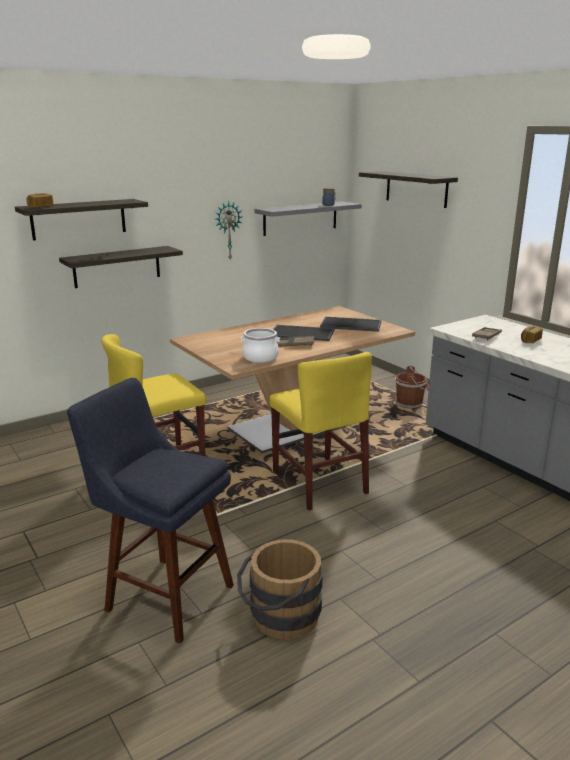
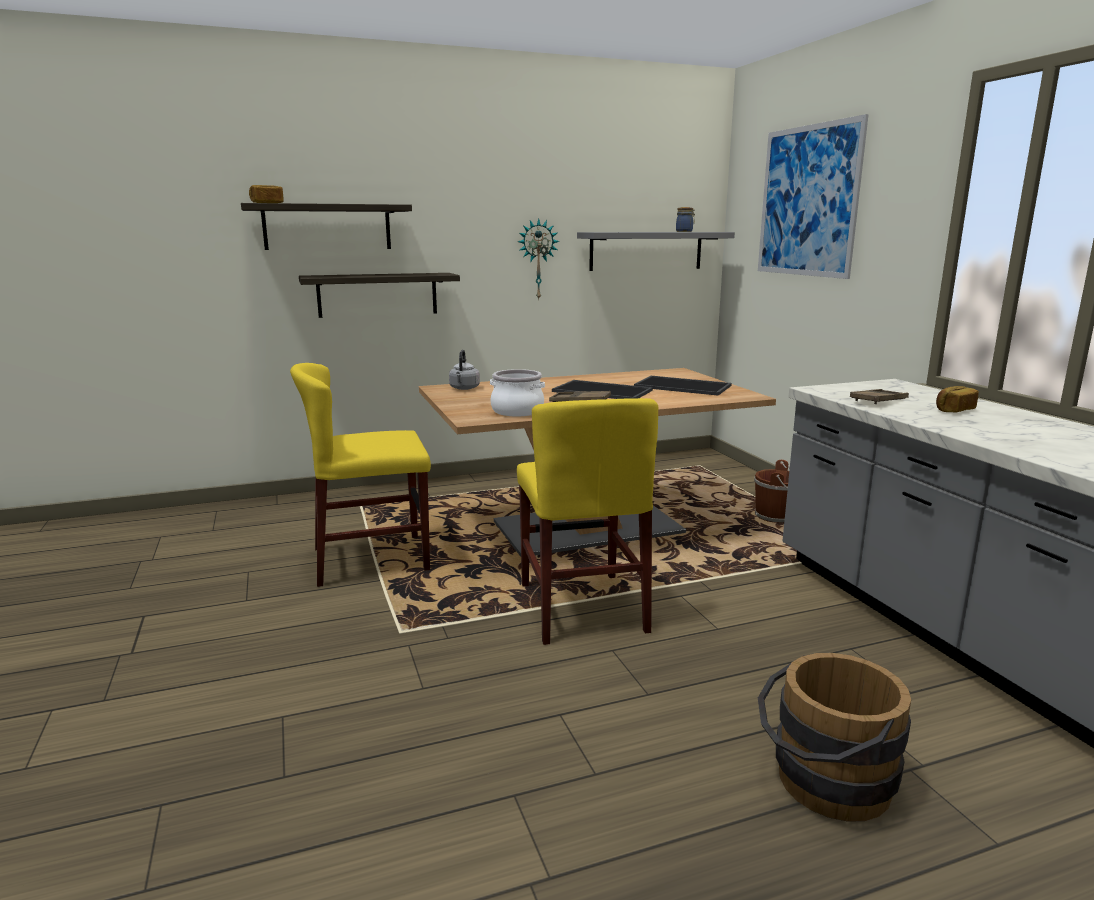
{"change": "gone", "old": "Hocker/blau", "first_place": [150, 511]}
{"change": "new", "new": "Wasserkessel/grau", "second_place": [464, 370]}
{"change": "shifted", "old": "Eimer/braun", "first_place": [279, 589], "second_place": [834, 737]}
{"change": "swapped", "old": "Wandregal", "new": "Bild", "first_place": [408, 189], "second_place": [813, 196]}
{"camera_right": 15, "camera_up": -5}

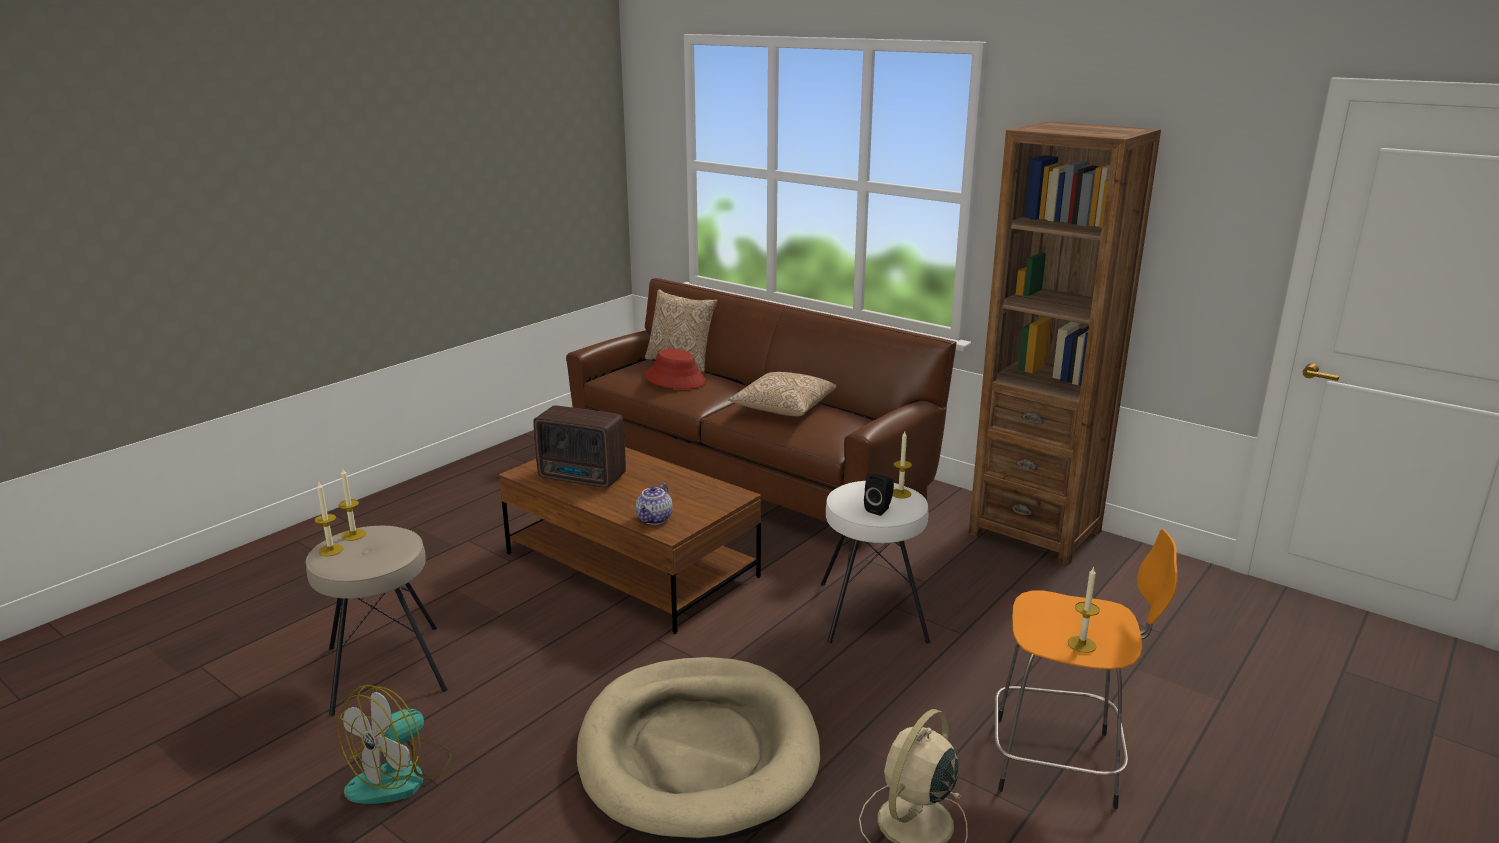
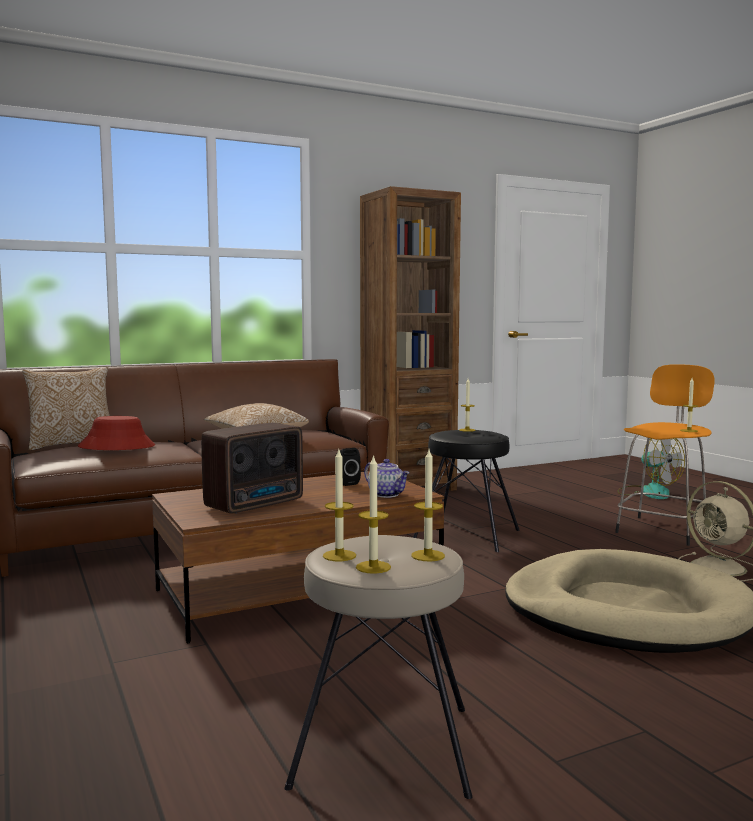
{"change": "new", "new": "Kerze", "second_place": [428, 505]}
{"change": "shifted", "old": "Ventilator", "first_place": [395, 744], "second_place": [651, 468]}
{"change": "shifted", "old": "Lautsprecher/schwarz", "first_place": [879, 495], "second_place": [348, 467]}
{"change": "repainted", "old": "Hocker/weiß", "new": "Hocker/schwarz", "first_place": [875, 562], "second_place": [466, 491]}
{"camera_right": -65, "camera_up": -15}

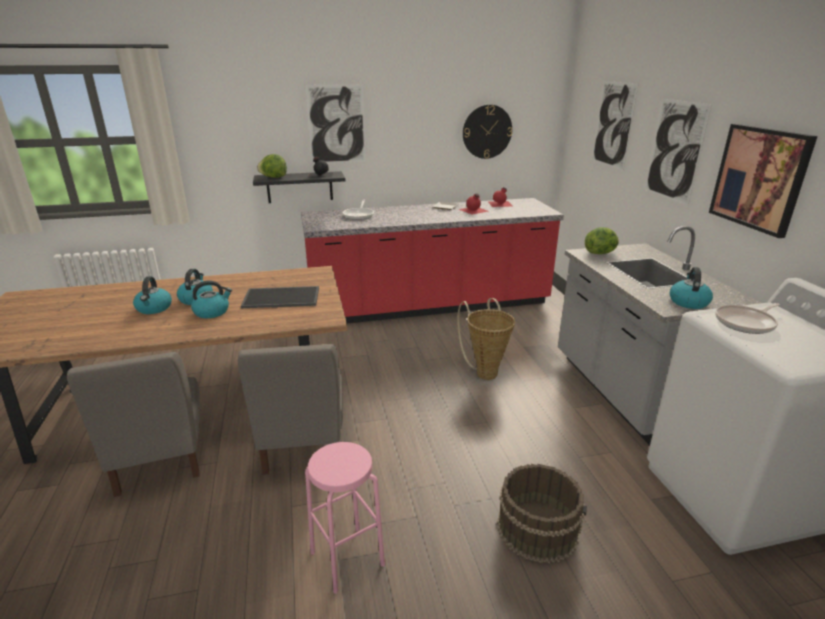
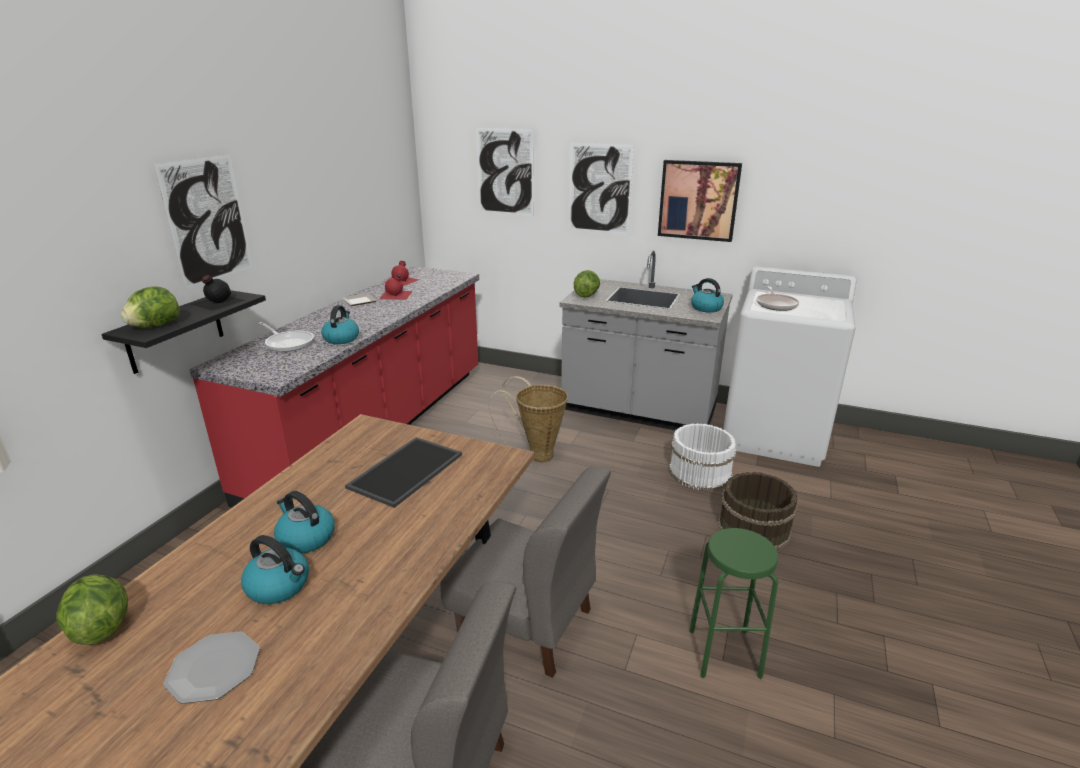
{"change": "gone", "old": "Wanduhr", "first_place": [487, 131]}
{"change": "new", "new": "Salatkopf", "second_place": [92, 609]}
{"change": "new", "new": "Teller", "second_place": [212, 667]}
{"change": "new", "new": "Eimer/weiß", "second_place": [702, 457]}
{"change": "shifted", "old": "Wasserkessel", "first_place": [211, 299], "second_place": [340, 324]}
{"change": "repainted", "old": "Hocker/rosa", "new": "Hocker/grün", "first_place": [345, 518], "second_place": [733, 603]}
{"camera_right": -55, "camera_up": 0}

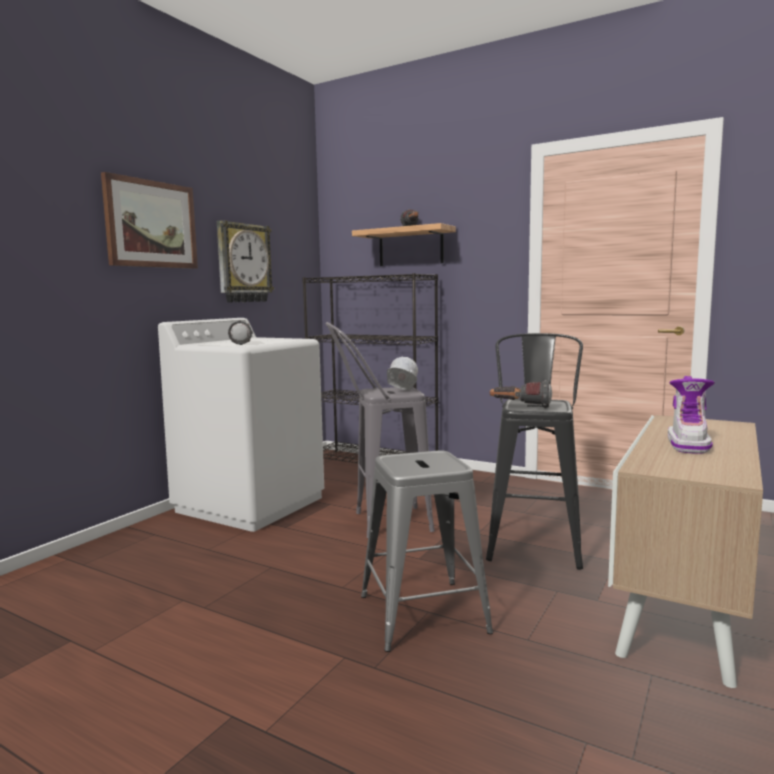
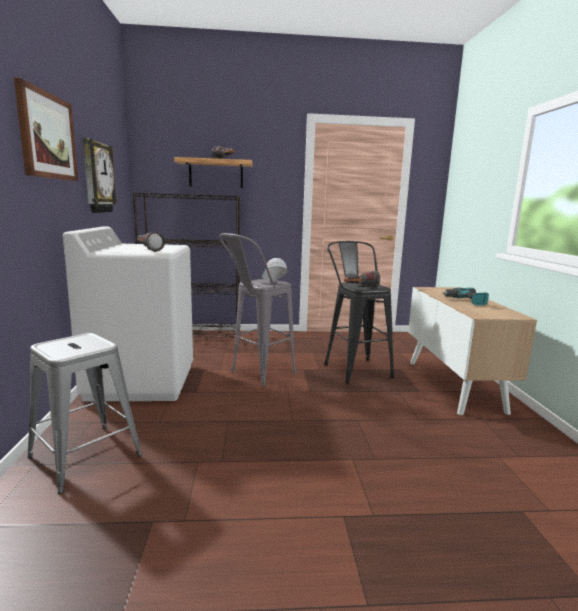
{"change": "shifted", "old": "Hocker/grau", "first_place": [427, 551], "second_place": [85, 413]}
{"change": "swapped", "old": "Stiefel", "new": "Bohrmaschine", "first_place": [691, 415], "second_place": [465, 297]}
{"camera_right": -35, "camera_up": 5}

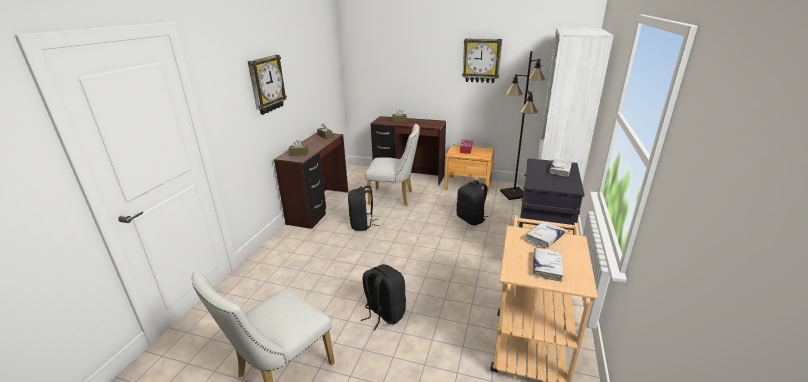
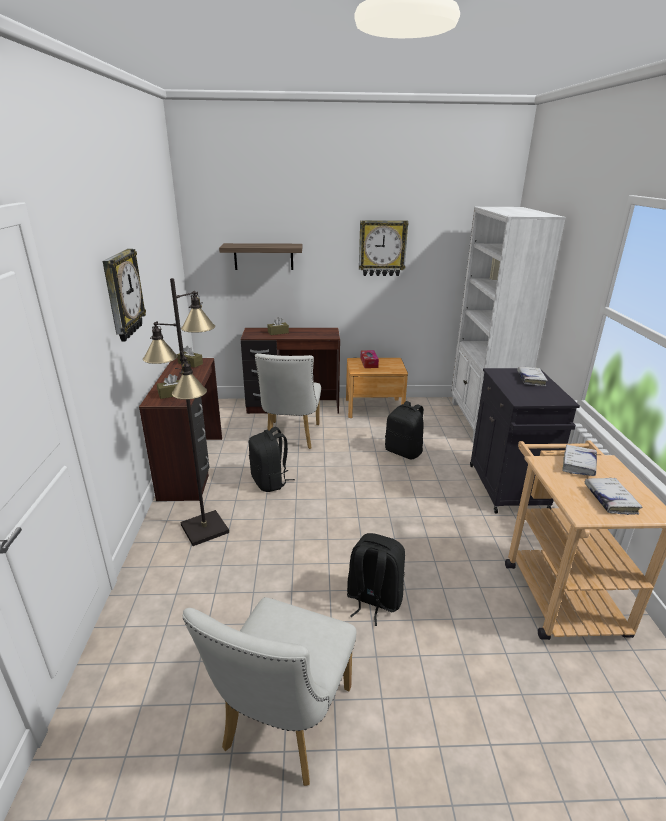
{"change": "new", "new": "Wandregal", "second_place": [260, 256]}
{"change": "shifted", "old": "Stehlampe/schwarz", "first_place": [522, 125], "second_place": [186, 412]}
{"change": "rotated", "old": "Stuhl/weiß", "first_place": [392, 165], "second_place": [288, 401], "degrees": 105}
{"camera_right": -20, "camera_up": 0}

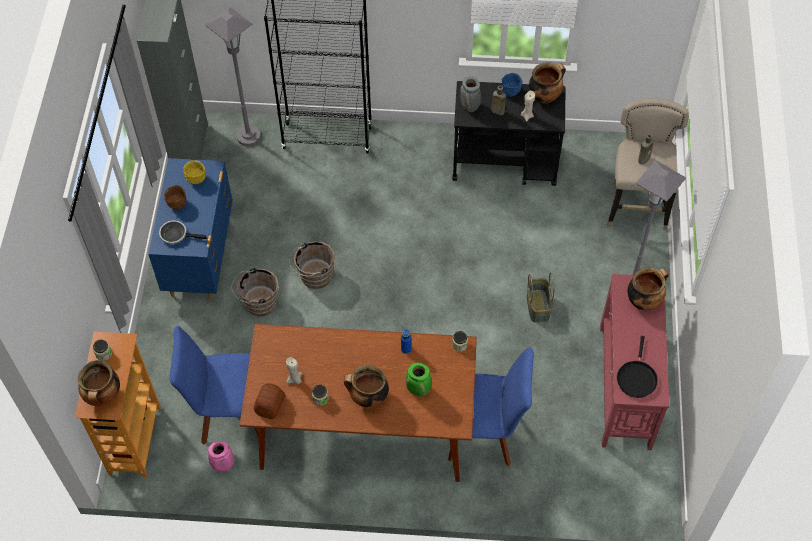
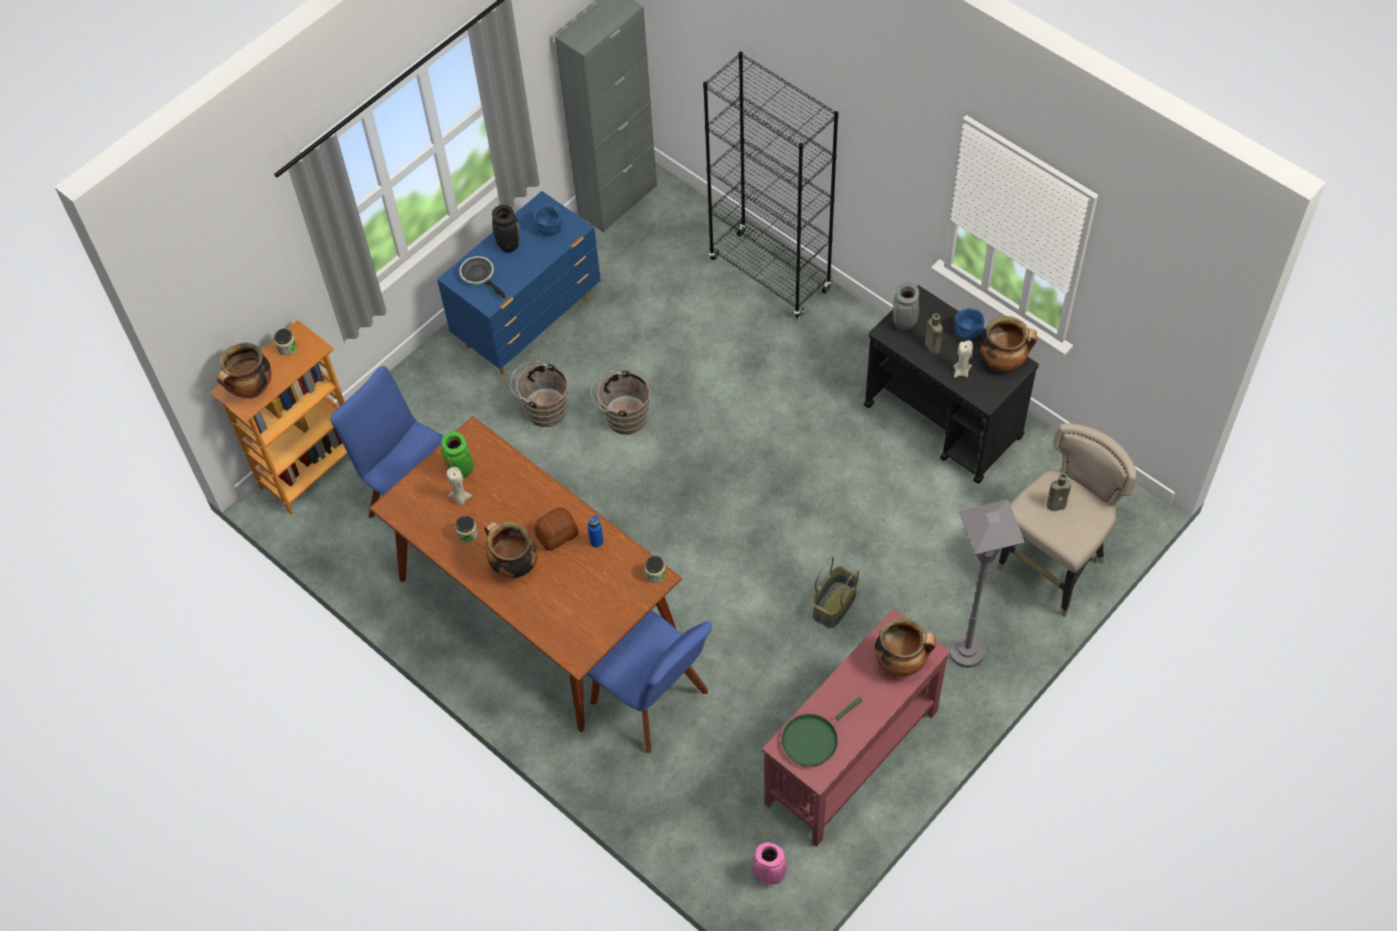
{"change": "gone", "old": "Stehlampe/grau", "first_place": [233, 76]}
{"change": "shifted", "old": "Vase/rosa", "first_place": [221, 456], "second_place": [769, 863]}
{"change": "shifted", "old": "Brot", "first_place": [269, 401], "second_place": [556, 529]}
{"change": "shifted", "old": "Vase/grün", "first_place": [419, 380], "second_place": [457, 455]}
{"change": "swapped", "old": "Schüssel/braun", "new": "Vase/schwarz", "first_place": [175, 197], "second_place": [506, 228]}
{"change": "repainted", "old": "Schüssel/gelb", "new": "Schüssel/blau", "first_place": [194, 172], "second_place": [548, 220]}
{"change": "repainted", "old": "Pfanne/schwarz", "new": "Pfanne/grün", "first_place": [637, 367], "second_place": [821, 732]}
{"camera_right": 40, "camera_up": 0}

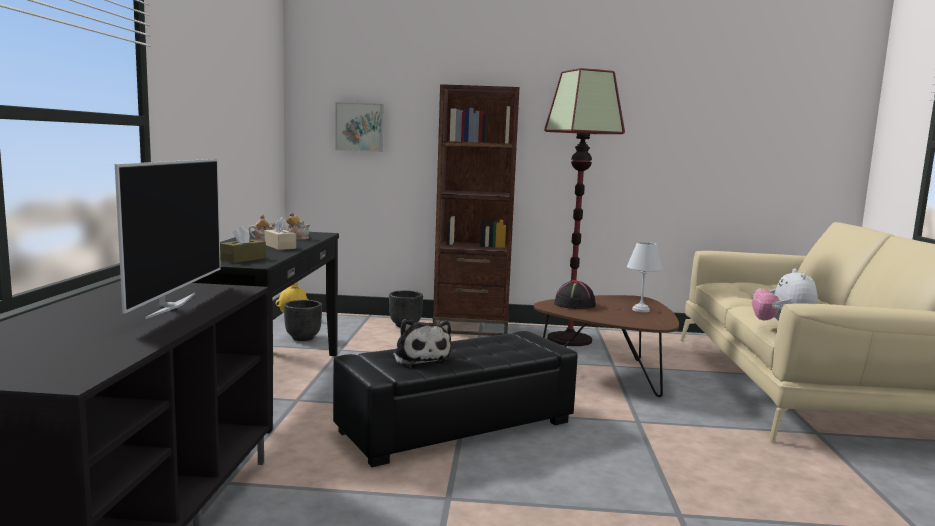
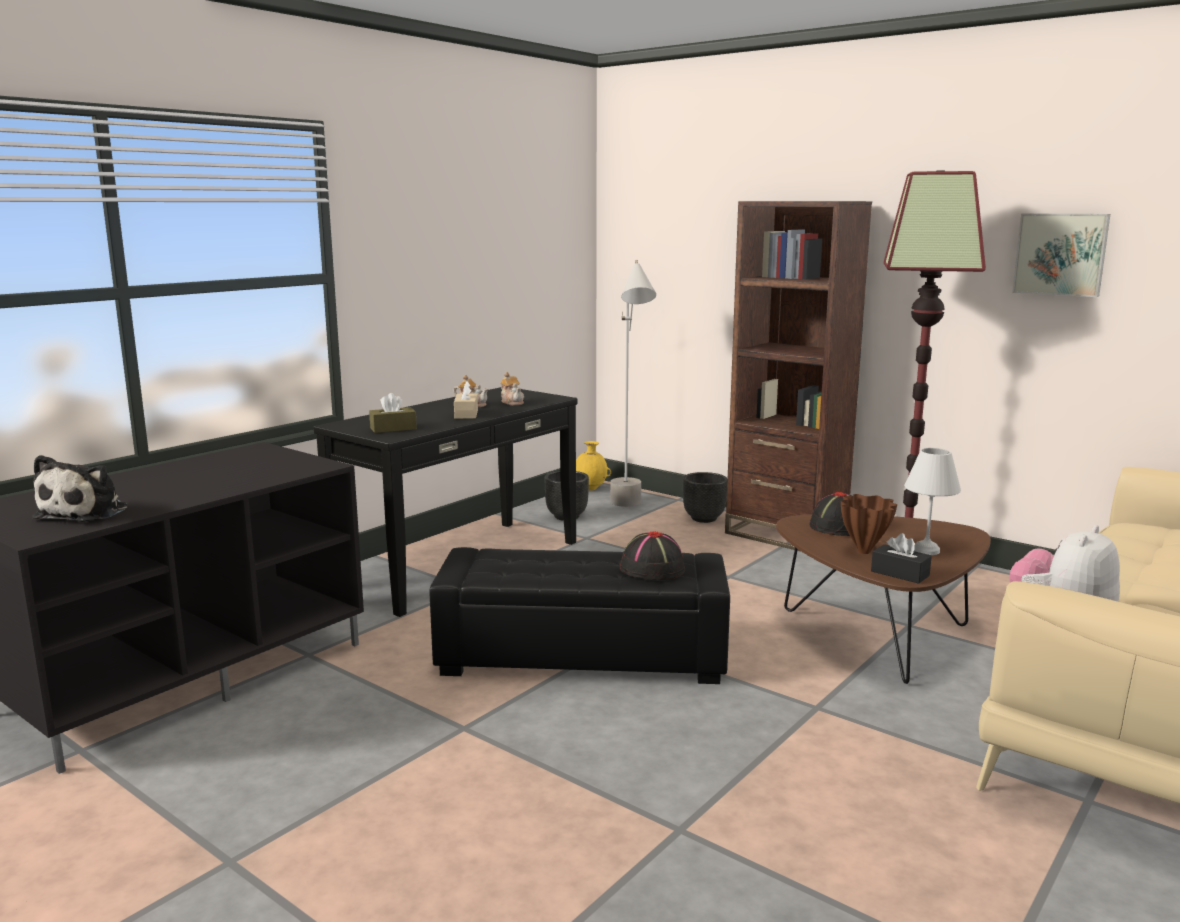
{"change": "gone", "old": "Fernseher", "first_place": [168, 239]}
{"change": "new", "new": "Stehlampe/grau", "second_place": [633, 383]}
{"change": "new", "new": "Hut/schwarz", "second_place": [652, 555]}
{"change": "new", "new": "Vase/braun", "second_place": [869, 524]}
{"change": "new", "new": "Taschentuchbox/schwarz", "second_place": [901, 558]}
{"change": "shifted", "old": "Bild", "first_place": [359, 127], "second_place": [1061, 255]}
{"change": "shifted", "old": "Plüschtier", "first_place": [422, 342], "second_place": [80, 488]}
{"camera_right": 35, "camera_up": 5}

